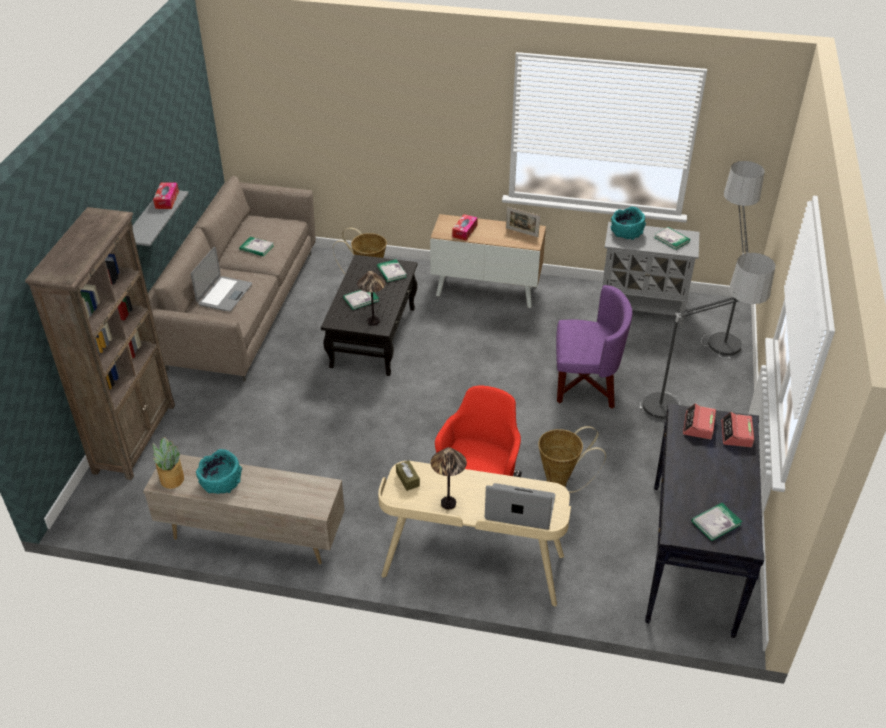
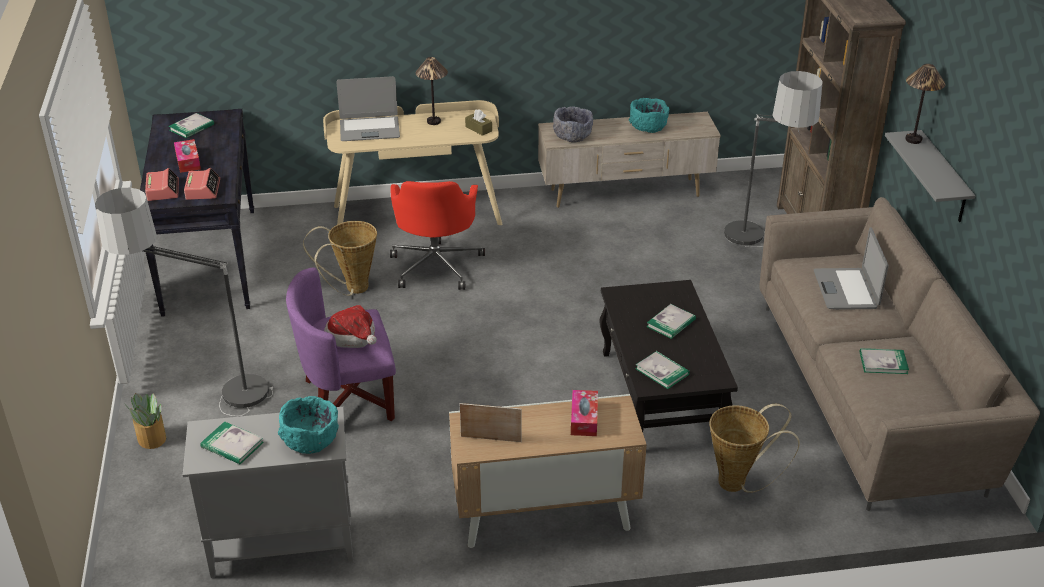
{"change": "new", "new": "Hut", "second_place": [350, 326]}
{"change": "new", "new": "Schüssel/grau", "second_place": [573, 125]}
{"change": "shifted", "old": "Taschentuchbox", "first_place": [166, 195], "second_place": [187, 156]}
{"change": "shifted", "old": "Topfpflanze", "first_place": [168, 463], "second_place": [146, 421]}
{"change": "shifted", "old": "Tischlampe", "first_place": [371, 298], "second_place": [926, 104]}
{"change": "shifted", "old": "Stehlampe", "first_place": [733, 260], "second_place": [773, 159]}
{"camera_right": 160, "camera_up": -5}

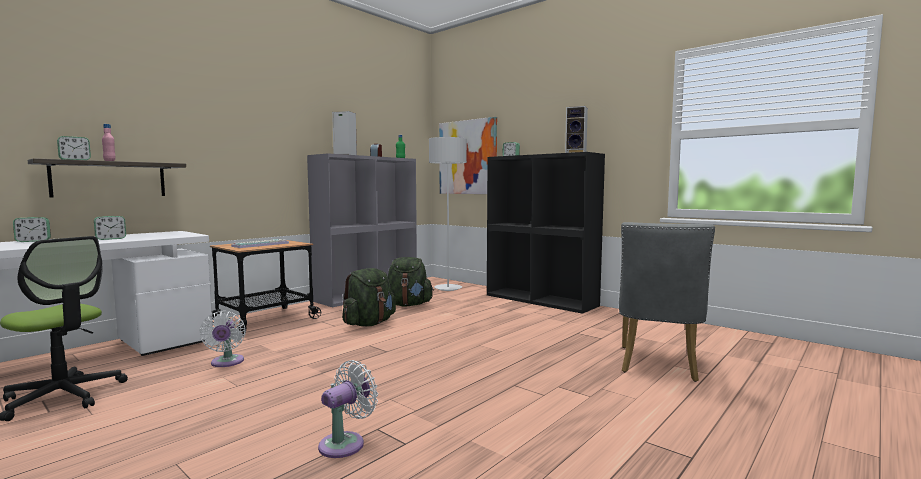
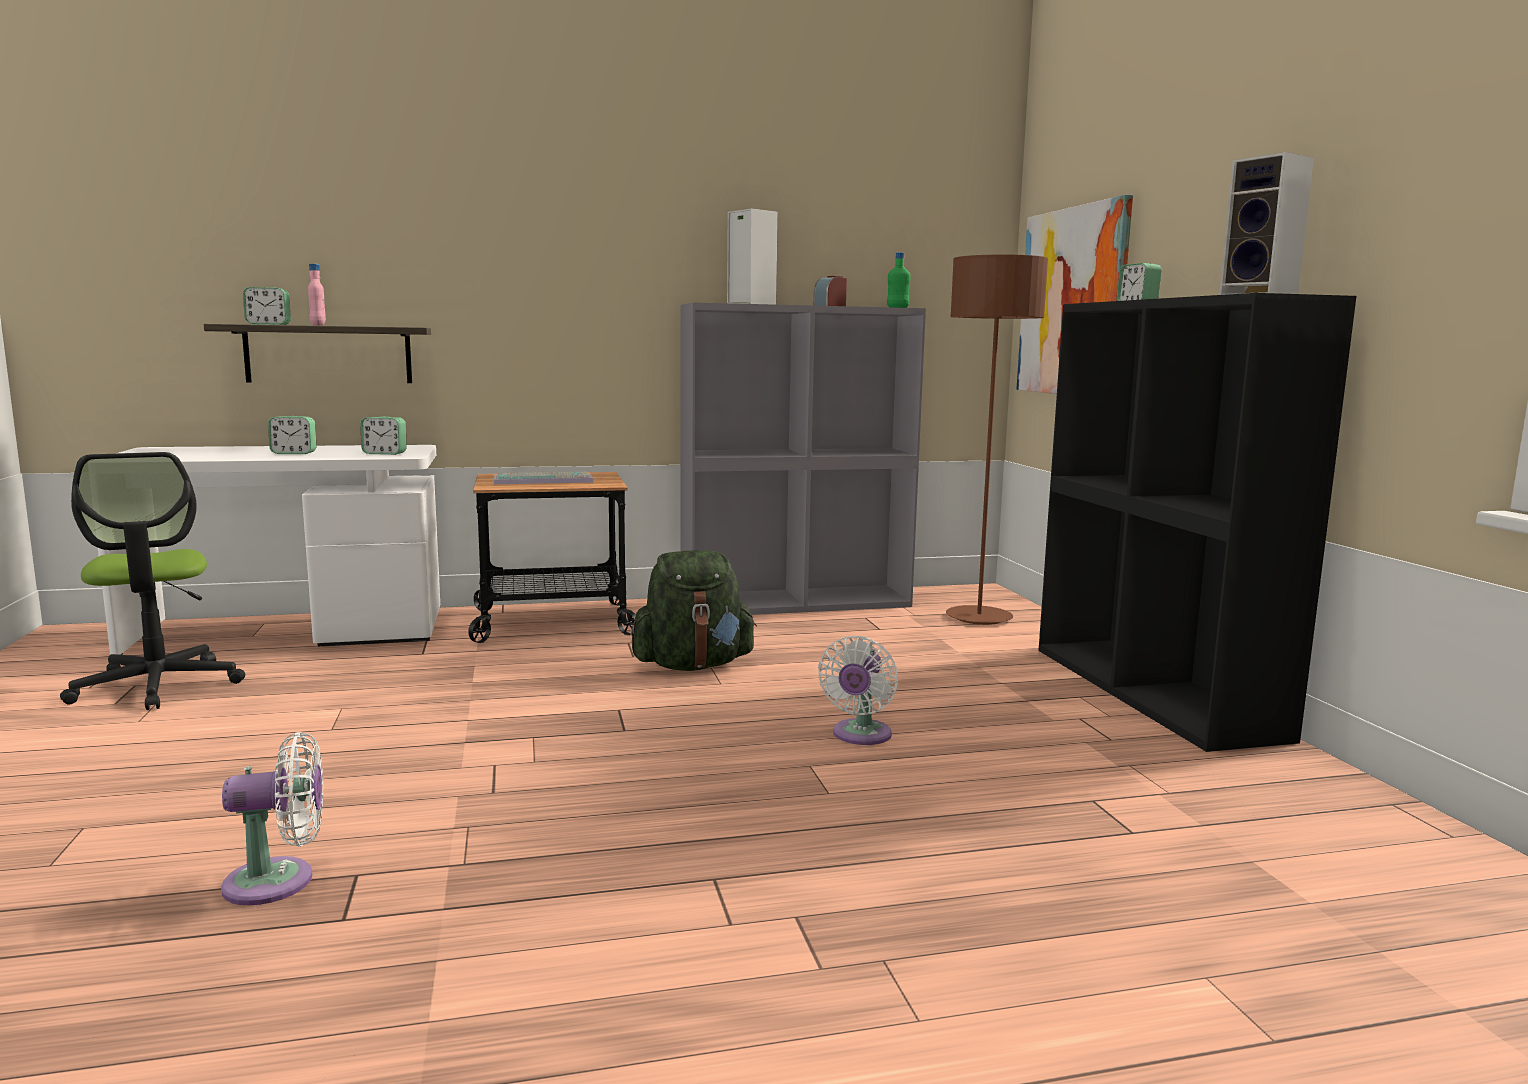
{"change": "gone", "old": "Rucksack/grün", "first_place": [411, 281]}
{"change": "gone", "old": "Stuhl/grau", "first_place": [667, 302]}
{"change": "shifted", "old": "Wecker", "first_place": [32, 229], "second_place": [383, 435]}
{"change": "shifted", "old": "Ventilator/weiß", "first_place": [222, 339], "second_place": [858, 690]}
{"change": "repainted", "old": "Stehlampe/grau", "new": "Stehlampe/braun", "first_place": [448, 214], "second_place": [997, 440]}
{"camera_right": 35, "camera_up": 5}

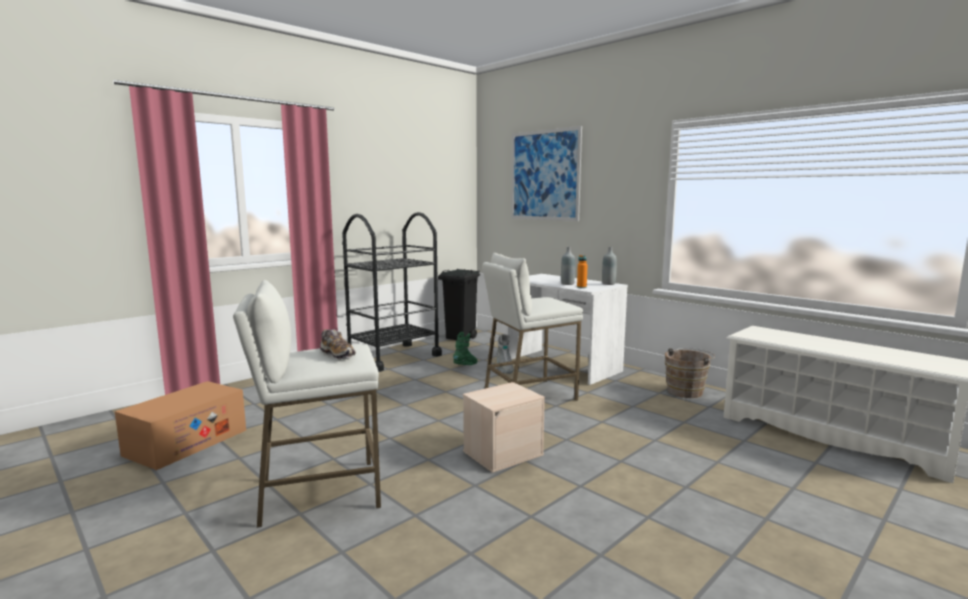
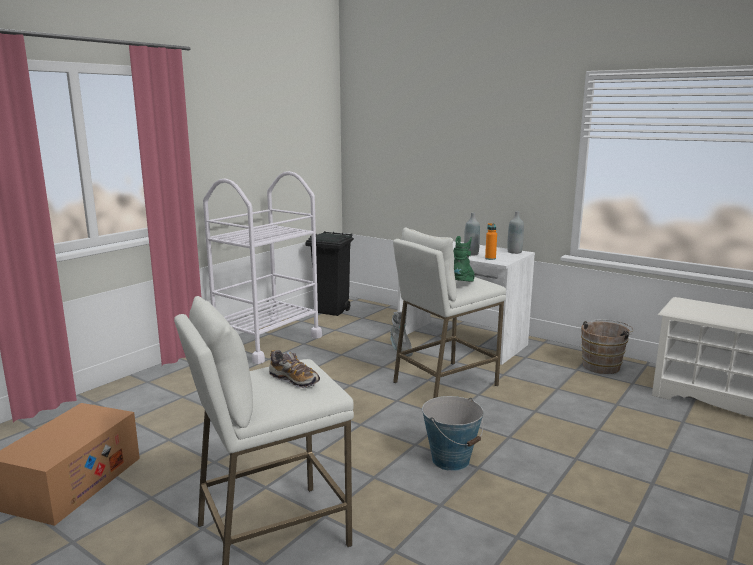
{"change": "gone", "old": "Bild", "first_place": [546, 173]}
{"change": "shifted", "old": "Stiefel/grün", "first_place": [465, 348], "second_place": [464, 258]}
{"change": "swapped", "old": "Aufbewahrungsbox/beige", "new": "Eimer", "first_place": [504, 427], "second_place": [453, 433]}
{"change": "repainted", "old": "Rollwagen/schwarz", "new": "Rollwagen/weiß", "first_place": [392, 292], "second_place": [262, 267]}
{"camera_right": -10, "camera_up": 5}

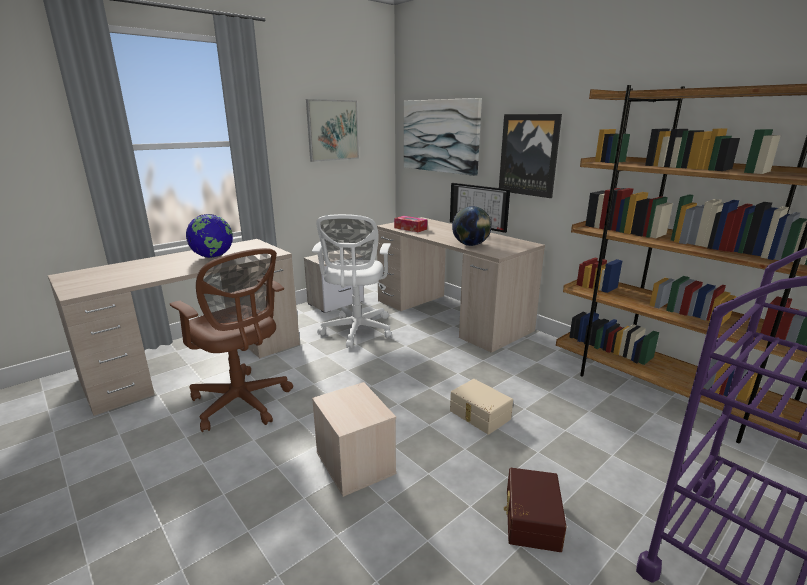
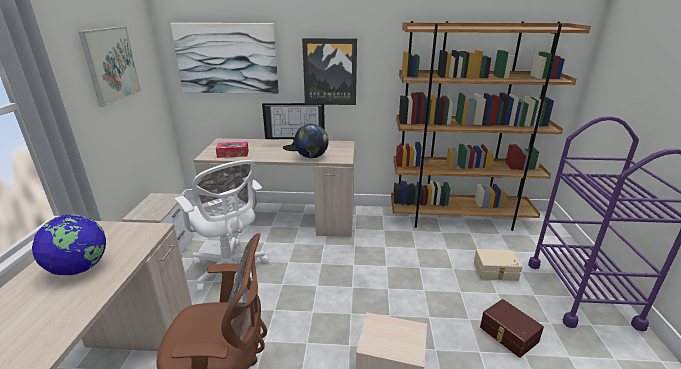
{"change": "shifted", "old": "Aufbewahrungsbox/beige", "first_place": [481, 407], "second_place": [498, 265]}
{"camera_right": -45, "camera_up": 5}

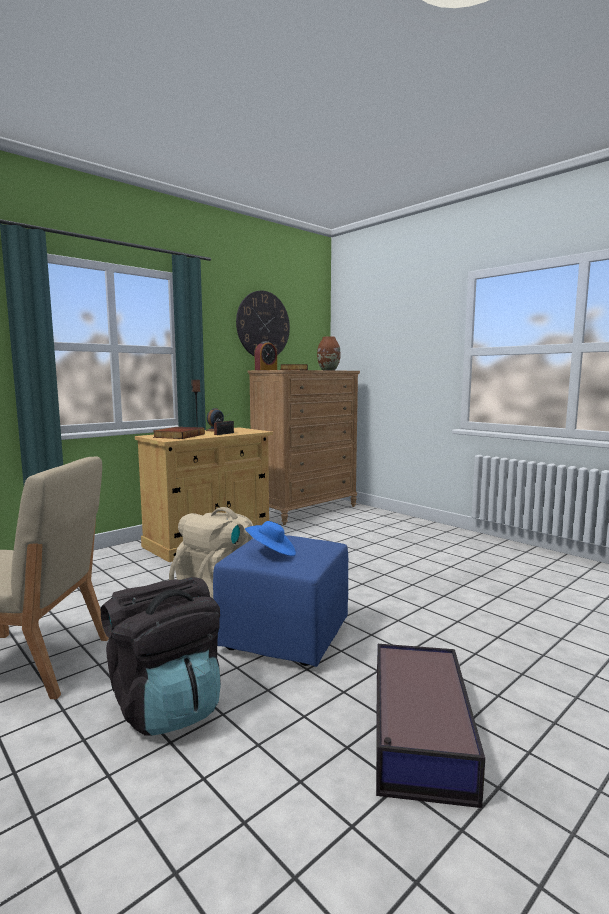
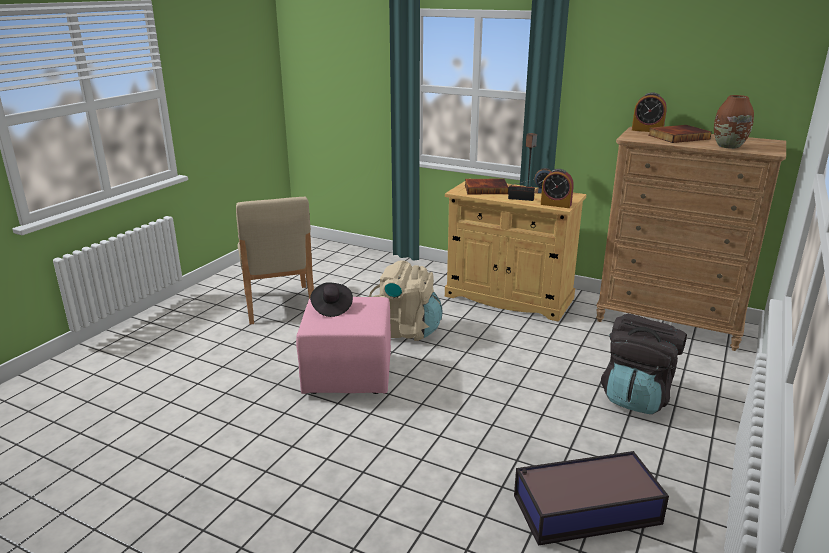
{"change": "gone", "old": "Wanduhr", "first_place": [263, 324]}
{"change": "new", "new": "Wecker", "second_place": [557, 188]}
{"change": "shifted", "old": "Rucksack/schwarz", "first_place": [161, 656], "second_place": [644, 364]}
{"change": "shifted", "old": "Aufbewahrungsbox", "first_place": [430, 726], "second_place": [591, 498]}
{"change": "repainted", "old": "Polsterhocker/blau", "new": "Polsterhocker/rosa", "first_place": [280, 601], "second_place": [343, 345]}
{"change": "repainted", "old": "Hut/blau", "new": "Hut/schwarz", "first_place": [270, 538], "second_place": [331, 299]}
{"camera_right": 70, "camera_up": 15}

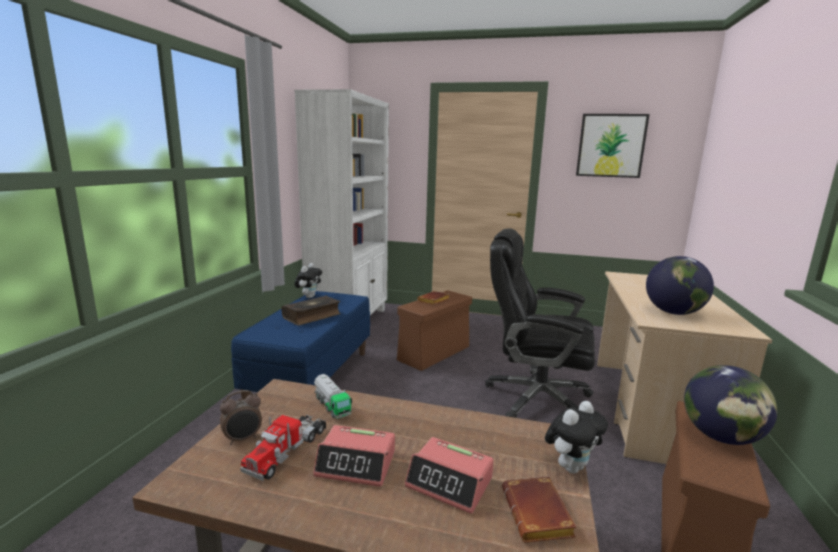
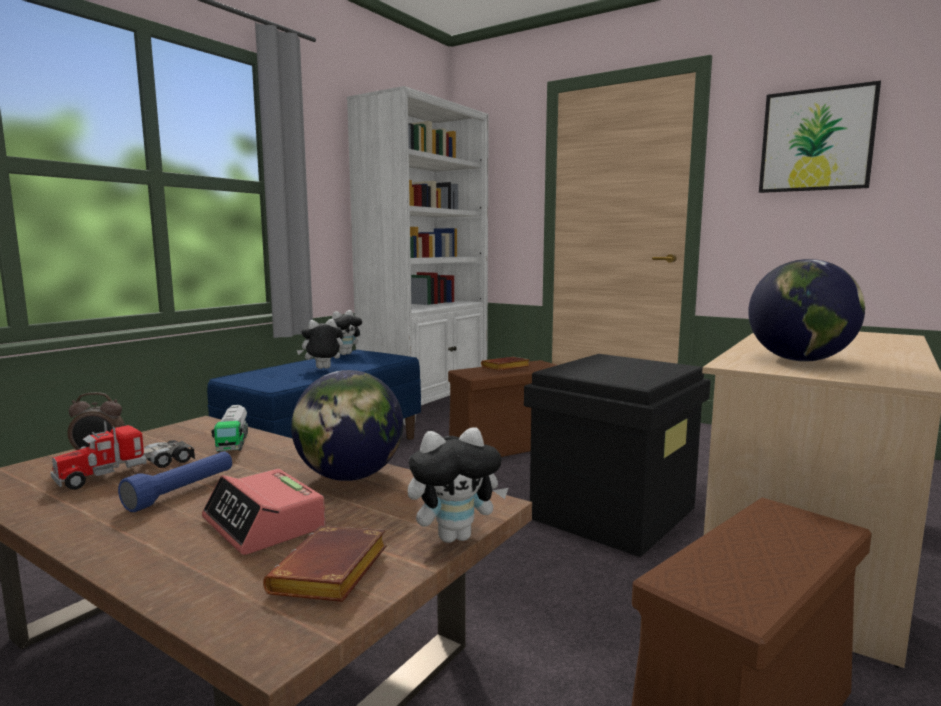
{"change": "shifted", "old": "Globus", "first_place": [730, 405], "second_place": [347, 425]}
{"change": "swapped", "old": "Buch", "new": "Plüschtier", "first_place": [311, 310], "second_place": [319, 344]}
{"change": "swapped", "old": "Wecker", "new": "Taschenlampe/blau", "first_place": [354, 456], "second_place": [175, 482]}
{"change": "swapped", "old": "Bürostuhl/schwarz", "new": "Aufbewahrungsbox/schwarz", "first_place": [540, 323], "second_place": [617, 455]}
{"camera_right": 20, "camera_up": -5}

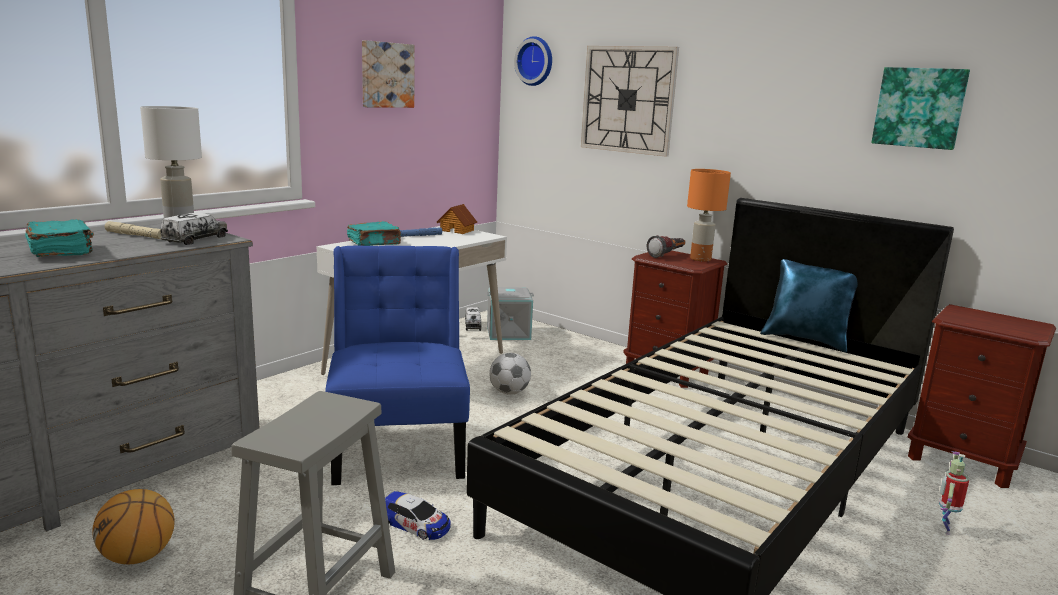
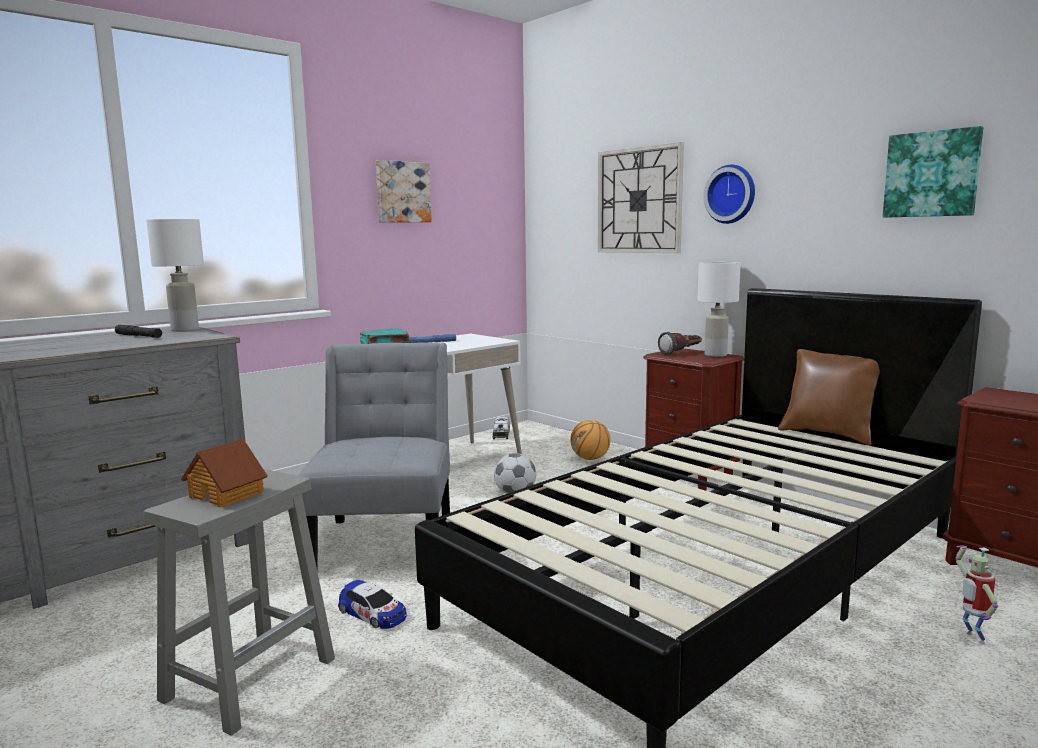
{"change": "gone", "old": "Buch/türkis", "first_place": [59, 238]}
{"change": "gone", "old": "Spielzeuglaster", "first_place": [194, 229]}
{"change": "gone", "old": "Aufbewahrungsbox/grau", "first_place": [510, 313]}
{"change": "shifted", "old": "Basketball", "first_place": [133, 527], "second_place": [590, 440]}
{"change": "shifted", "old": "Spielzeughaus", "first_place": [457, 219], "second_place": [224, 473]}
{"change": "shifted", "old": "Wanduhr", "first_place": [533, 61], "second_place": [729, 194]}
{"change": "repainted", "old": "Taschenlampe/beige", "new": "Taschenlampe/schwarz", "first_place": [133, 230], "second_place": [138, 331]}
{"change": "repainted", "old": "Stuhl/blau", "new": "Stuhl/grau", "first_place": [397, 365], "second_place": [374, 457]}
{"change": "repainted", "old": "Tischlampe/orange", "new": "Tischlampe/weiß", "first_place": [709, 215], "second_place": [719, 309]}
{"change": "repainted", "old": "Kissen/blau", "new": "Kissen/braun", "first_place": [809, 306], "second_place": [829, 397]}
{"change": "rotated", "old": "Spielzeugroboter", "first_place": [954, 493], "second_place": [976, 595], "degrees": -45}
{"camera_right": 10, "camera_up": -5}

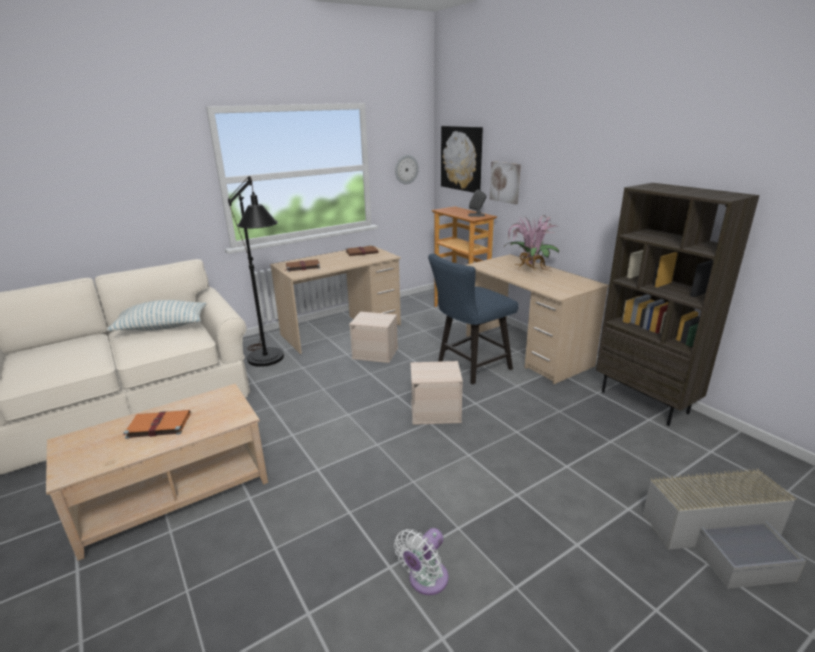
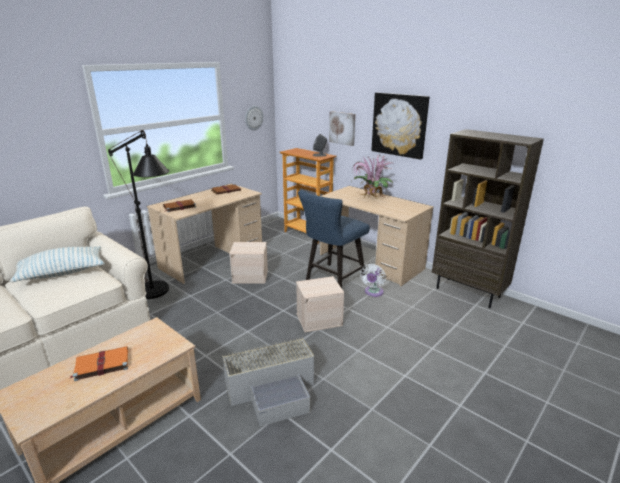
{"change": "shifted", "old": "Ventilator/weiß", "first_place": [421, 561], "second_place": [373, 280]}
{"change": "shifted", "old": "Bild", "first_place": [462, 159], "second_place": [400, 126]}
{"change": "shifted", "old": "Aufbewahrungsbox/grau", "first_place": [724, 528], "second_place": [268, 382]}
{"camera_right": -15, "camera_up": 0}

